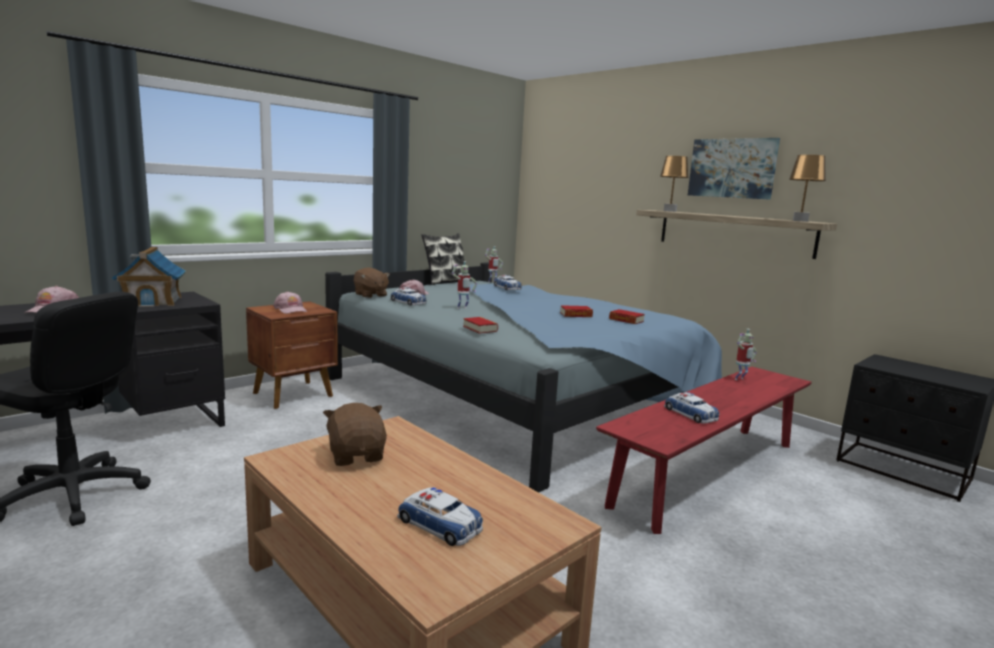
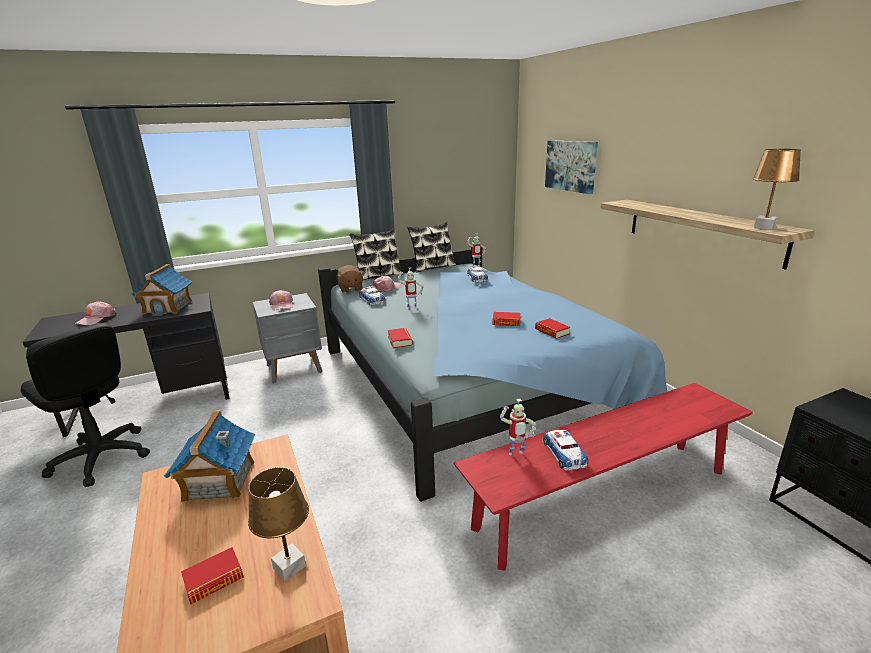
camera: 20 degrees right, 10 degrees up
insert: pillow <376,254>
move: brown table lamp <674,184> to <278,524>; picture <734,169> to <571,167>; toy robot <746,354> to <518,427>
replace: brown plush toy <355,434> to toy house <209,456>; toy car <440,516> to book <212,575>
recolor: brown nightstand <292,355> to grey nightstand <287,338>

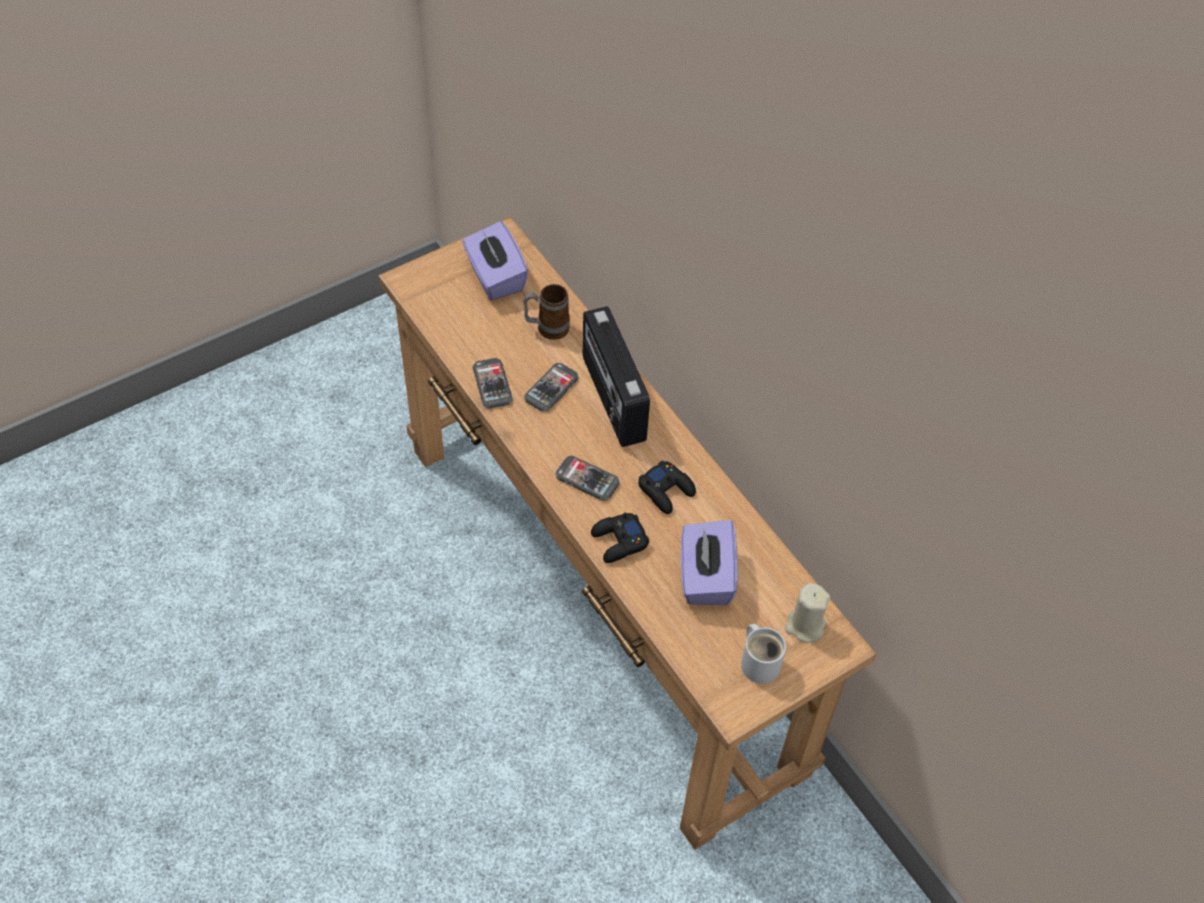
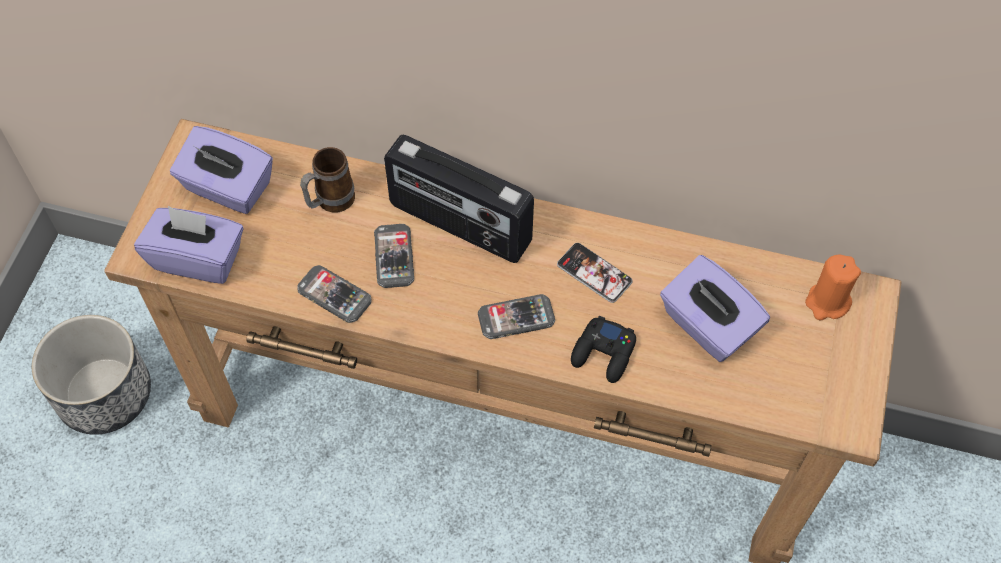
camera: 40 degrees left, 5 degrees up
delete: white mug <763,653>
insert: planter <91,375>; purple tissue box <188,245>
replace: black game controller <667,487> to phone <595,273>
recolor: beige candle <807,612> to orange candle <833,287>

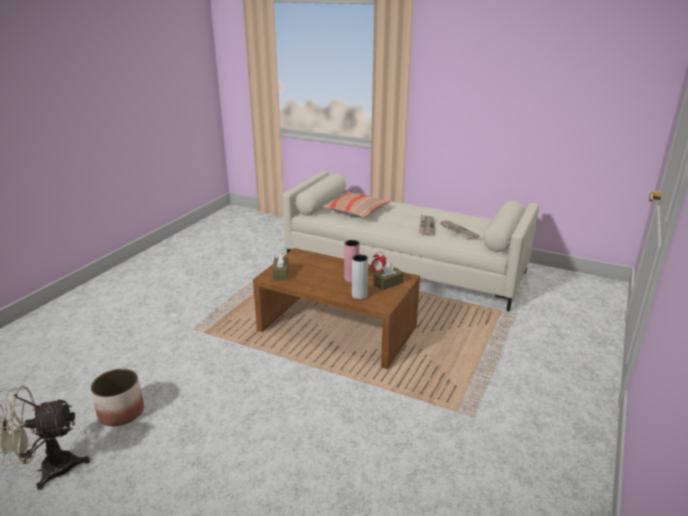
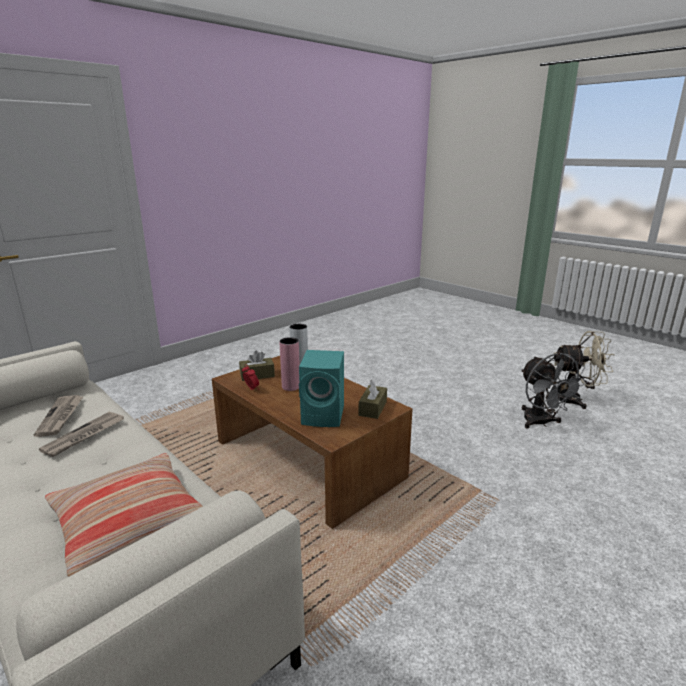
camera: 160 degrees left, 5 degrees down
insert: turquoise speaker <321,388>
replace: planter <117,397> to grey fan <554,390>

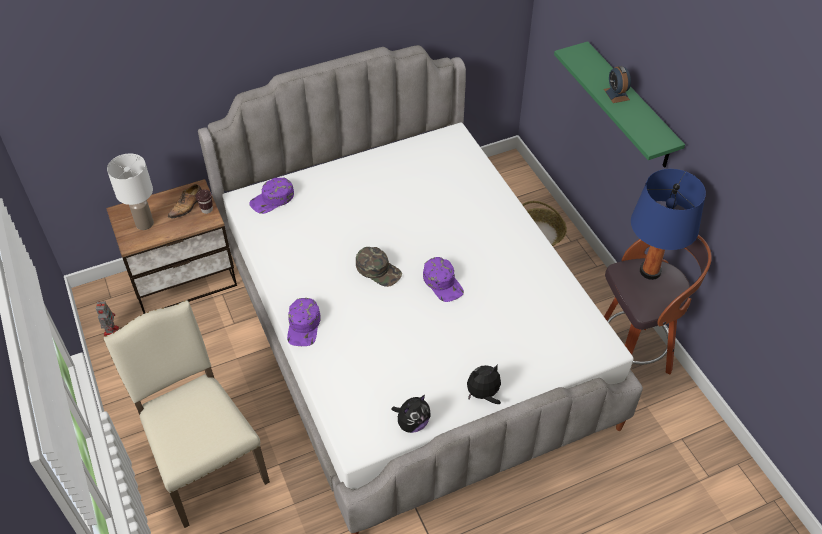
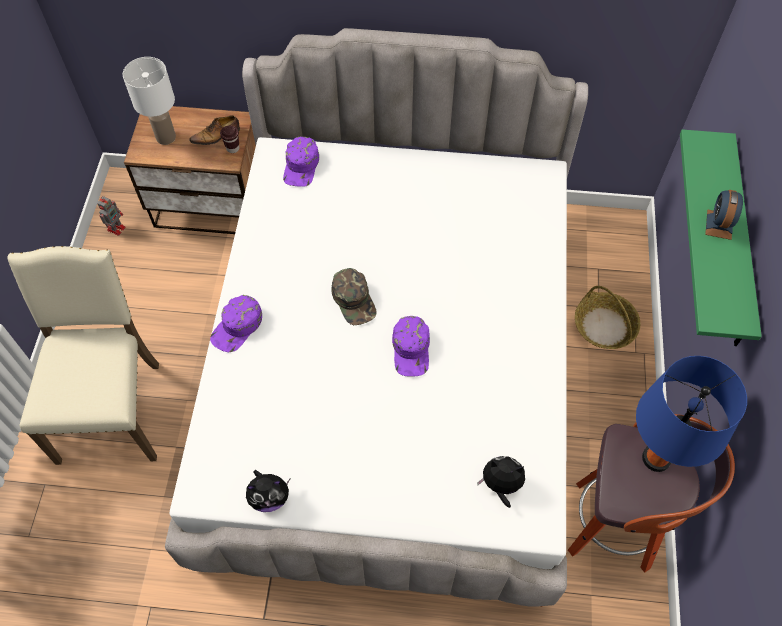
camera: 30 degrees right, 10 degrees up
move: plush toy <484,384> to <501,482>
rotate: purple cap <271,196> = <301,162> 75 degrees counterclockwise

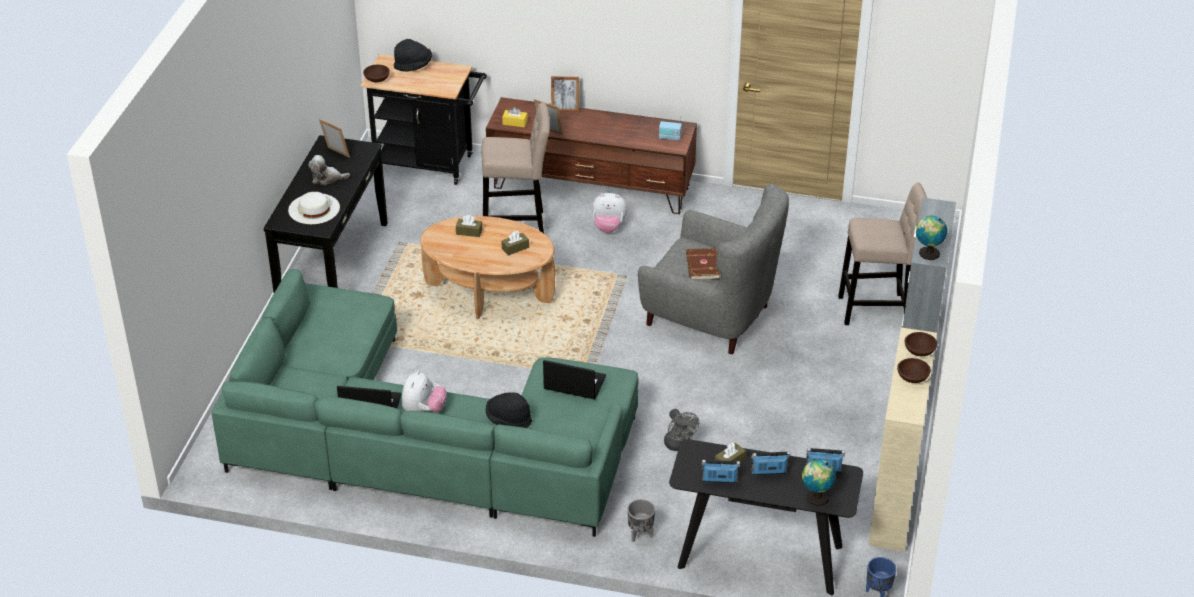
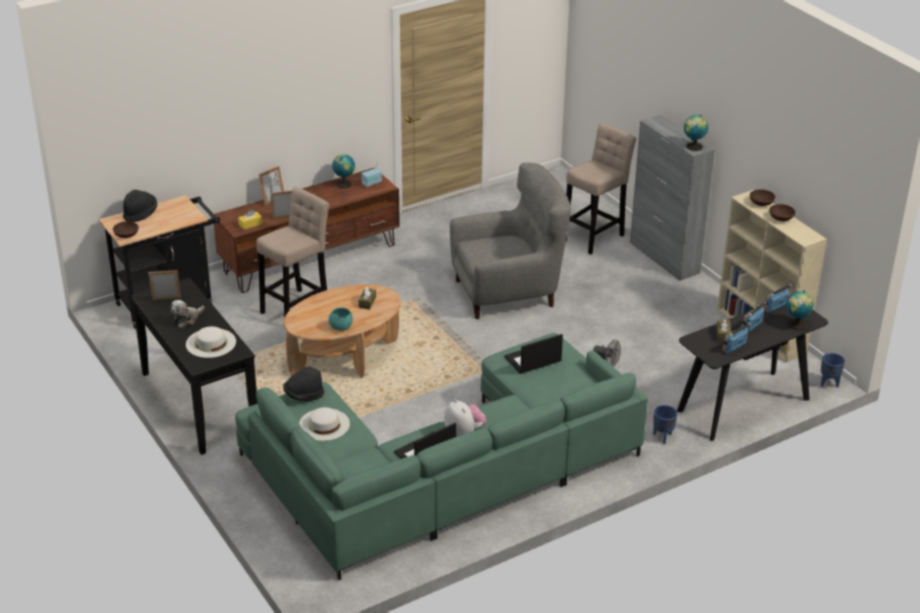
camera: 45 degrees left, 5 degrees down
delete: brown tissue box <469,226>; plush toy <609,213>; brown book <703,264>
insert: white hat <324,424>; turquoise bowl <341,319>; globe <343,171>
move: black hat <509,410> to <303,384>
recolor: grey planter <641,520> to blue planter <665,424>

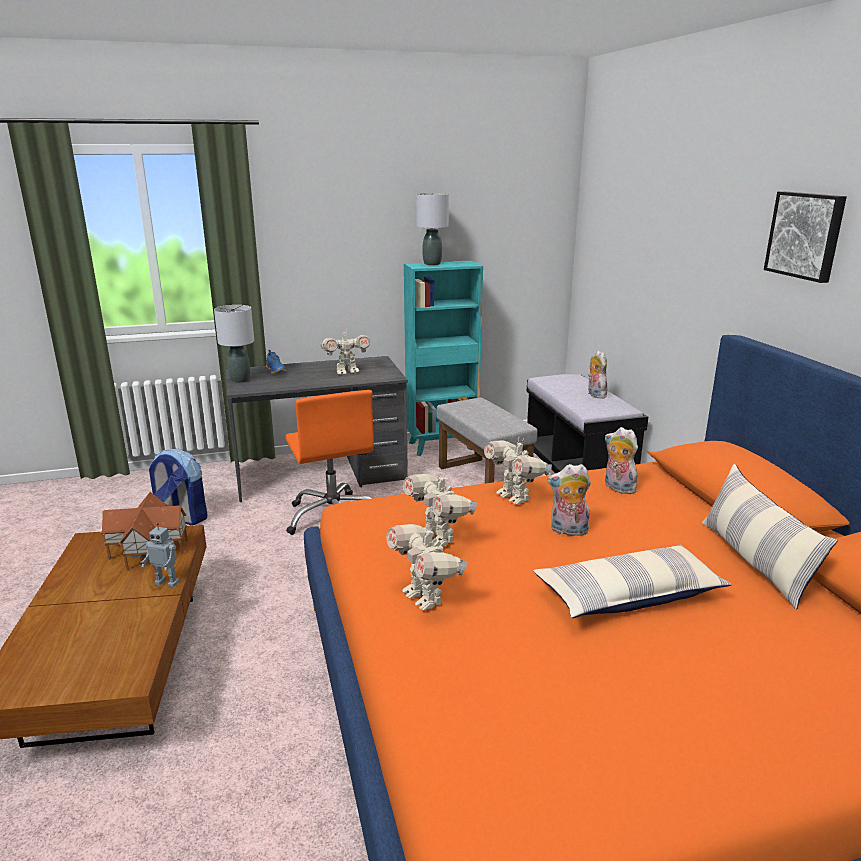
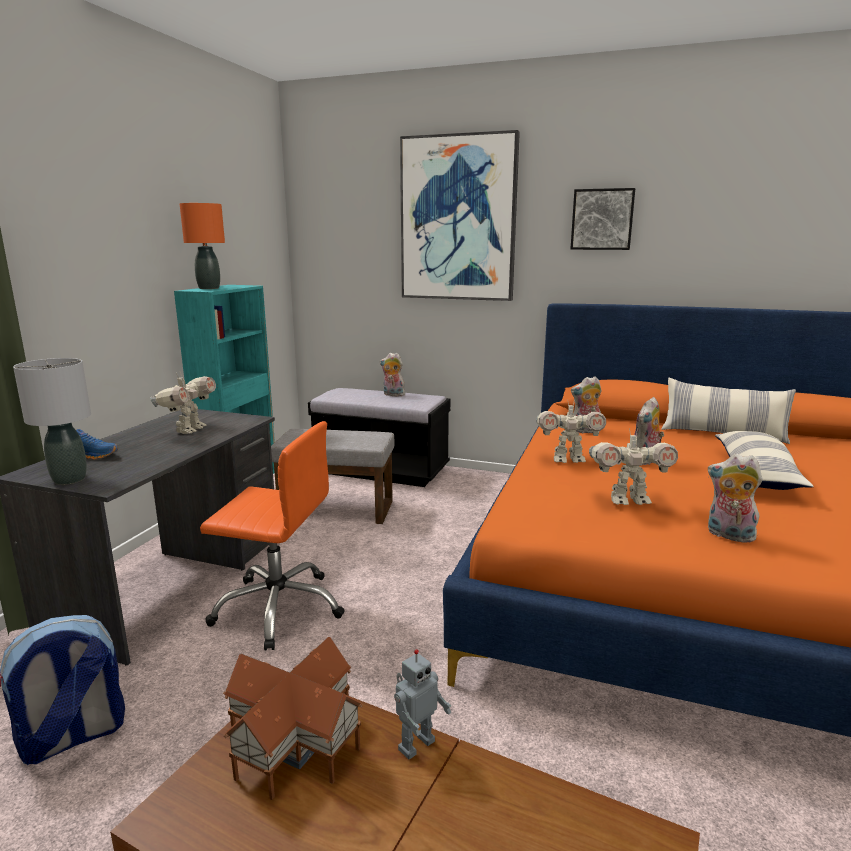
camera: 55 degrees left, 5 degrees down
insert: picture <460,215>
replace: toy robot <426,566> to plush toy <735,498>
recolor: grey table lamp <432,229> to orange table lamp <202,246>

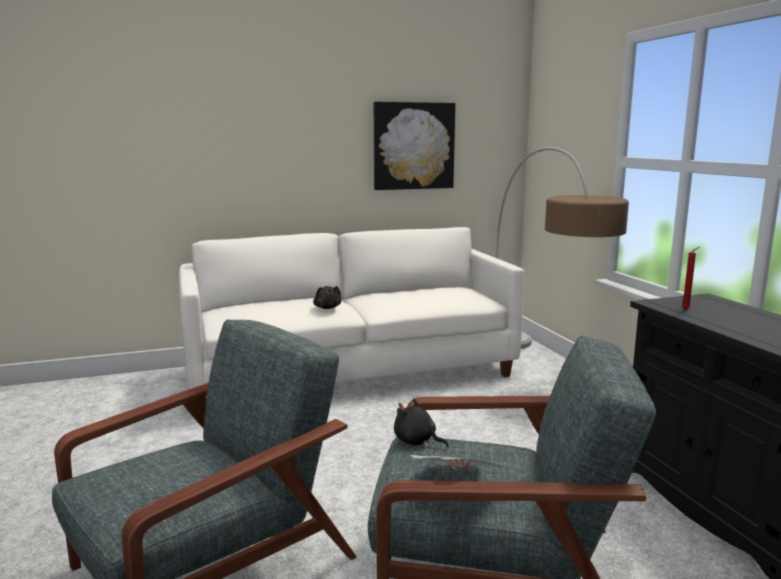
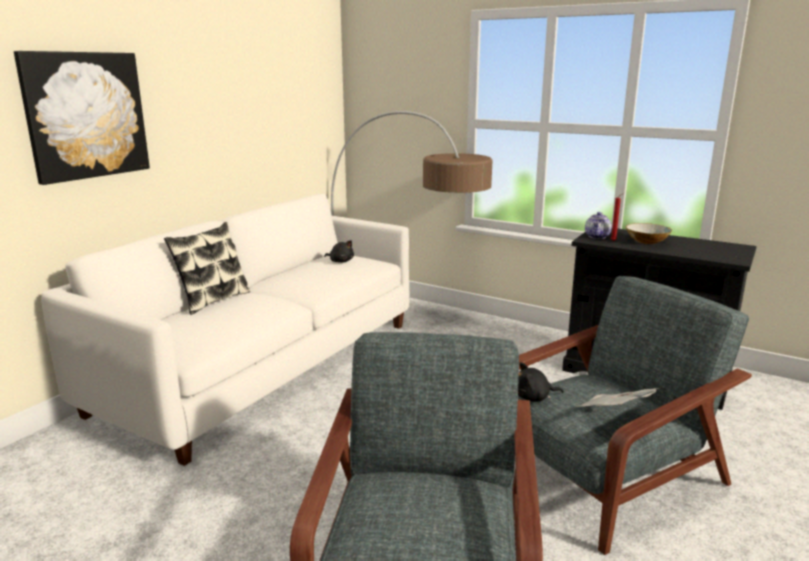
camera: 40 degrees left, 5 degrees up
insert: pillow <207,268>; teapot <598,225>; bowl <649,233>
move: black plush toy <327,297> to <339,251>; picture <414,146> to <82,118>

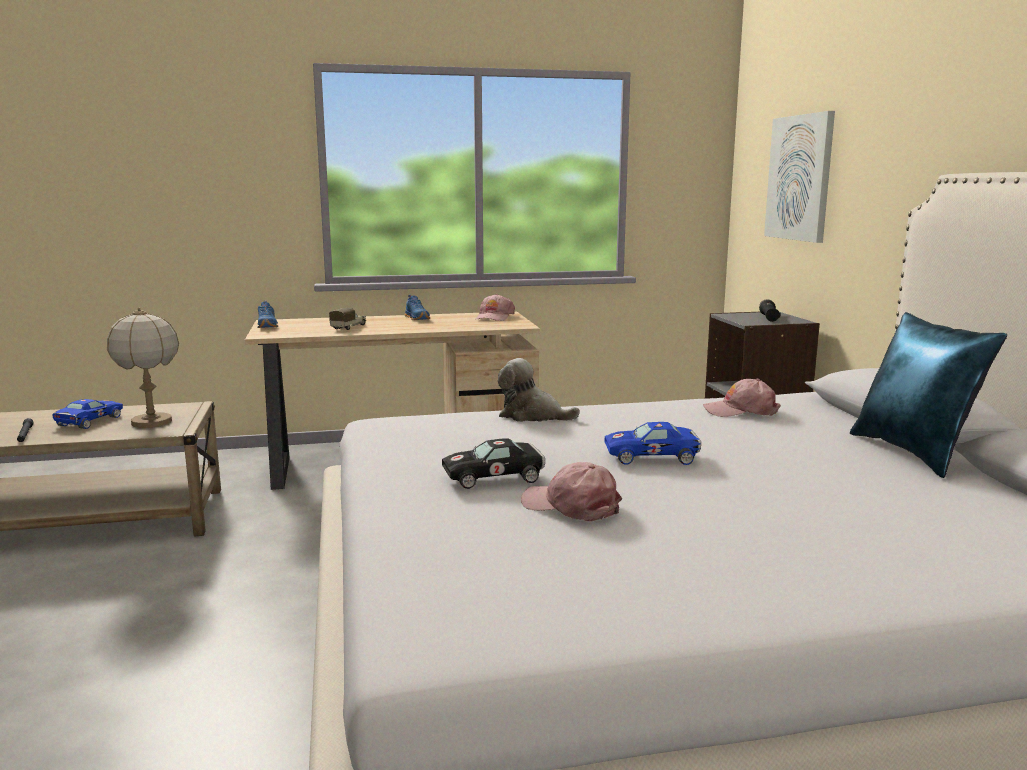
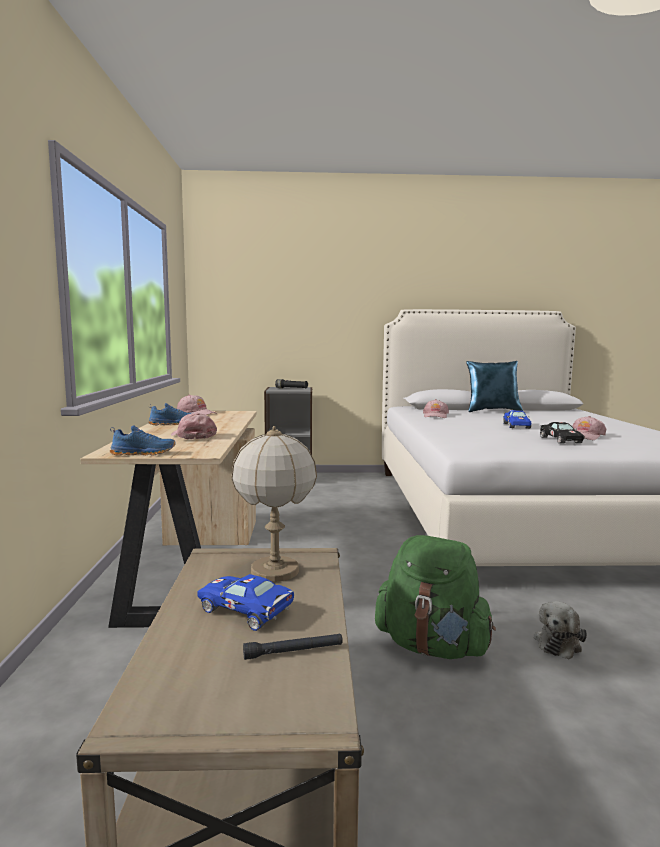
camera: 80 degrees left, 5 degrees down
delete: picture <799,177>
insert: green backpack <435,597>
move: plush toy <539,390> to <560,630>
replace: toy truck <347,319> to pink cap <194,426>

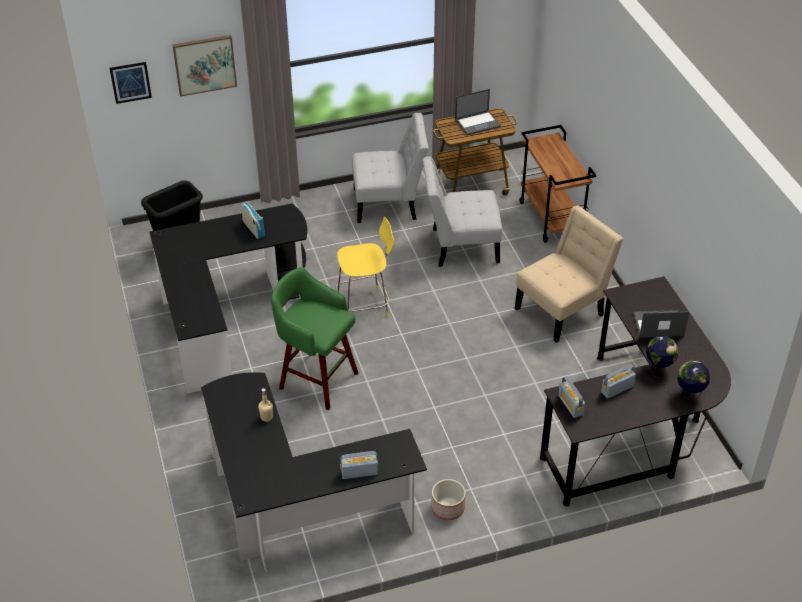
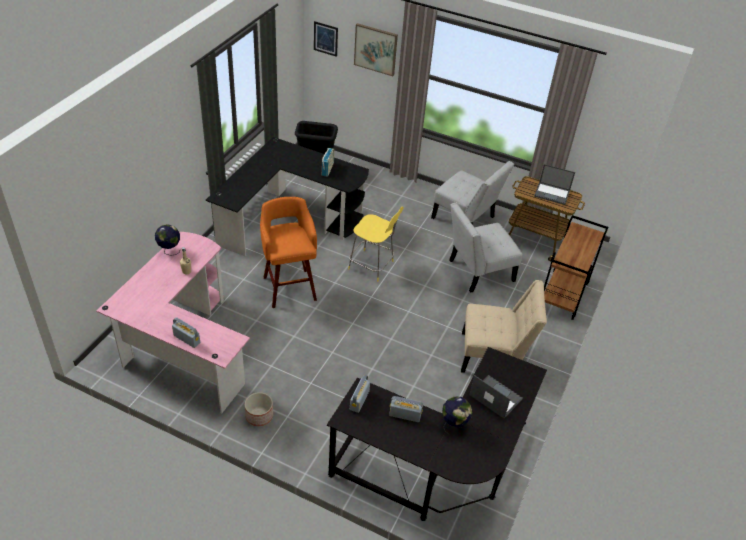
camera: 40 degrees right, 0 degrees up
move: globe <693,380> to <167,239>
recolor: black desk <314,472> to pink desk <173,323>; green stool <314,338> to orange stool <288,252>
rotate: white chair <462,212> = <485,248> 60 degrees counterclockwise

